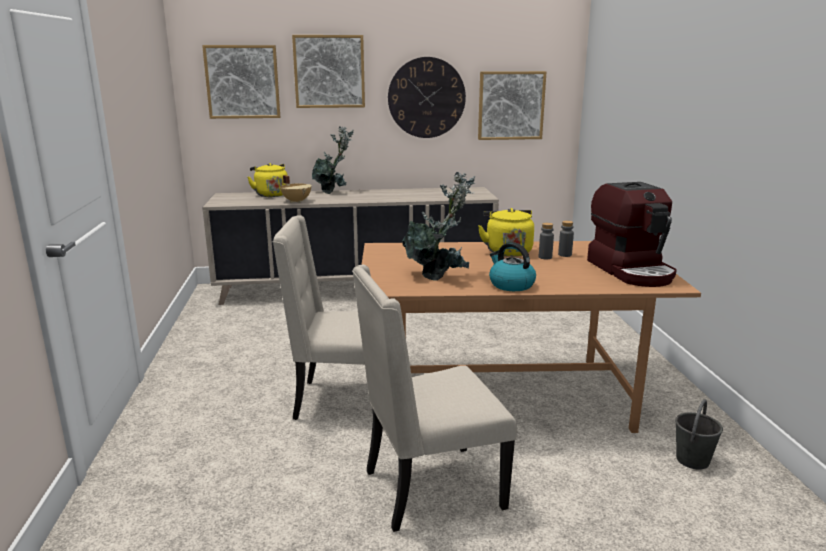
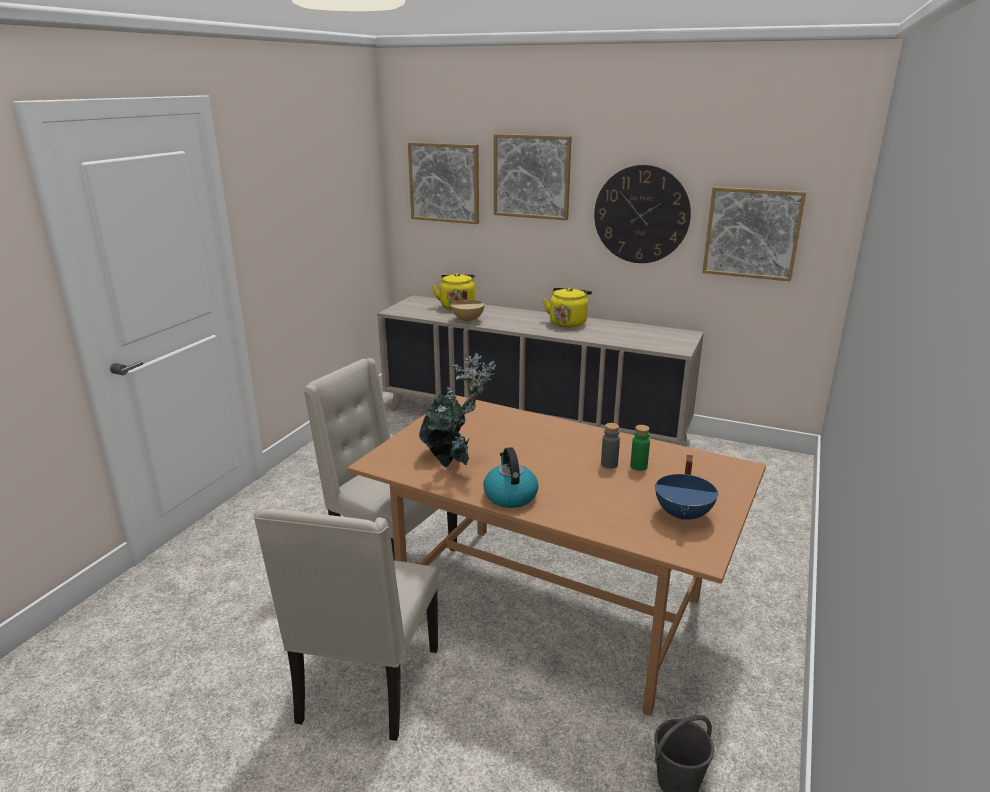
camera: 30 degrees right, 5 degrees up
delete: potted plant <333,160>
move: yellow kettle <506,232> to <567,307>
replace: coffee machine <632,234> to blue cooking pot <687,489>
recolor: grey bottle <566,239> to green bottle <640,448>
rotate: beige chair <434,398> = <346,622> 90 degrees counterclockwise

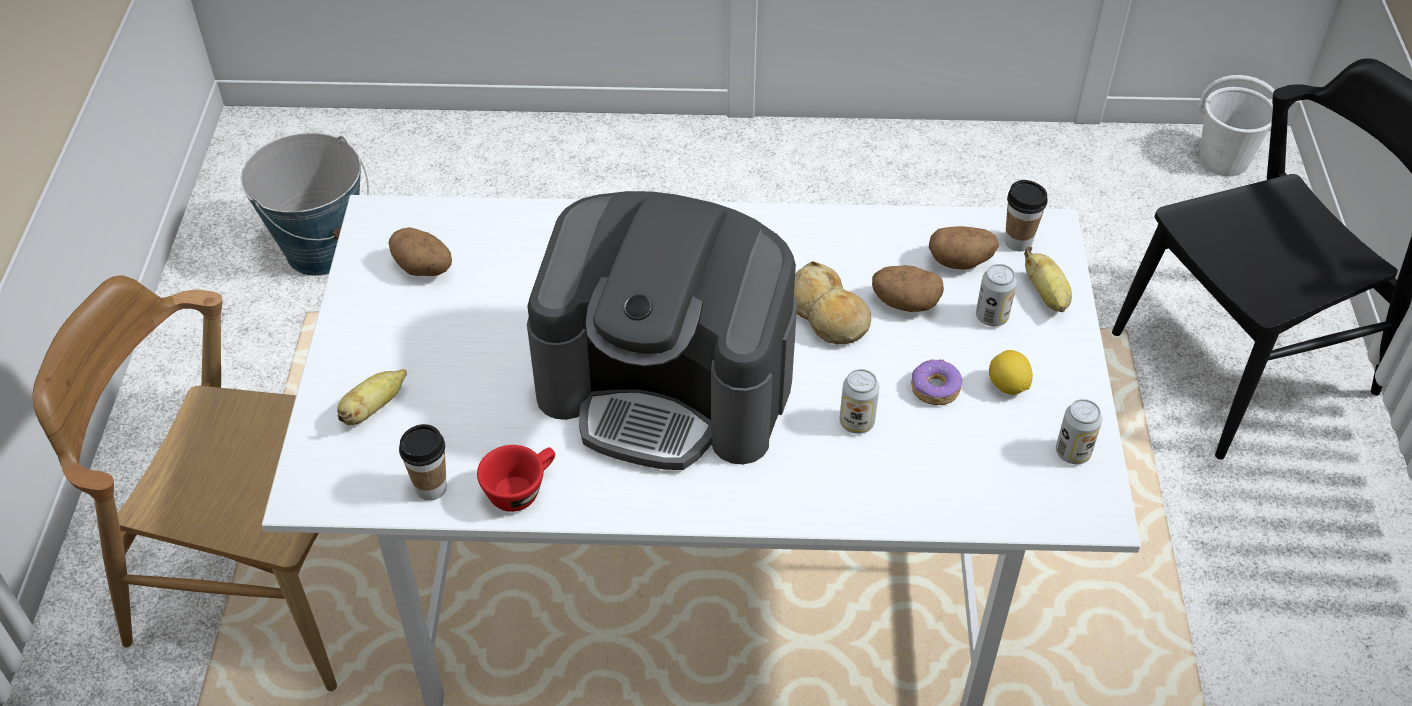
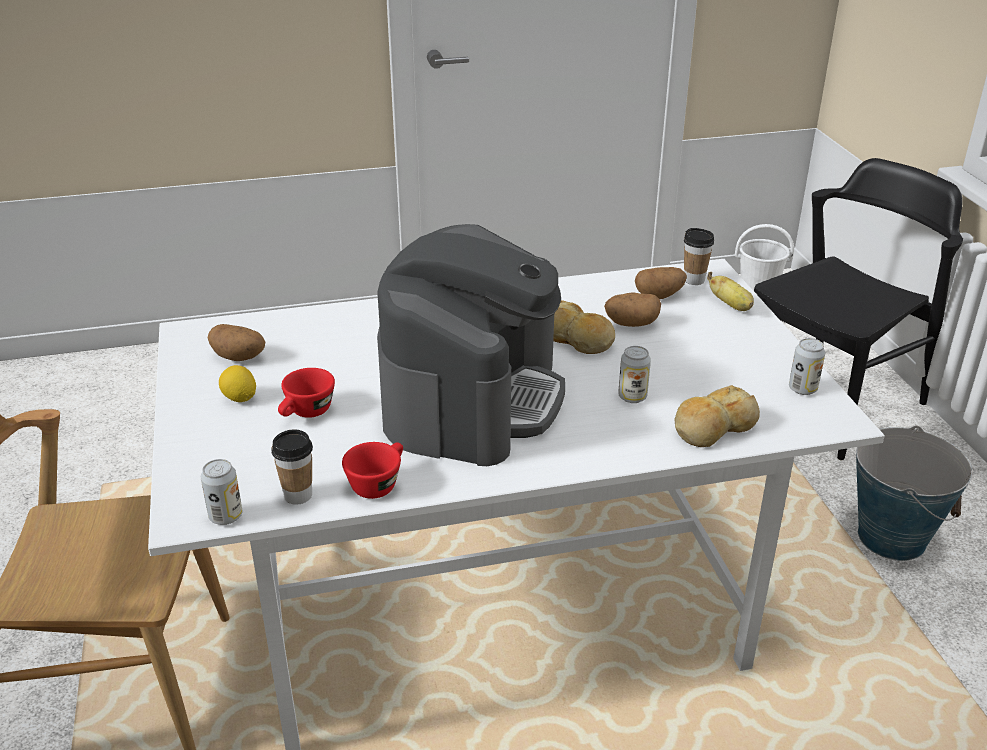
camera: 15 degrees left, 15 degrees down
delete: banana <372,397>; donut <936,382>
insert: red cup <306,393>; bread <717,416>
move: bucket <305,204> to <914,493>; can <996,295> to <221,492>; lemon <1011,372> to <237,383>
rotate: coffee machine <662,330> = <471,345> 75 degrees counterclockwise

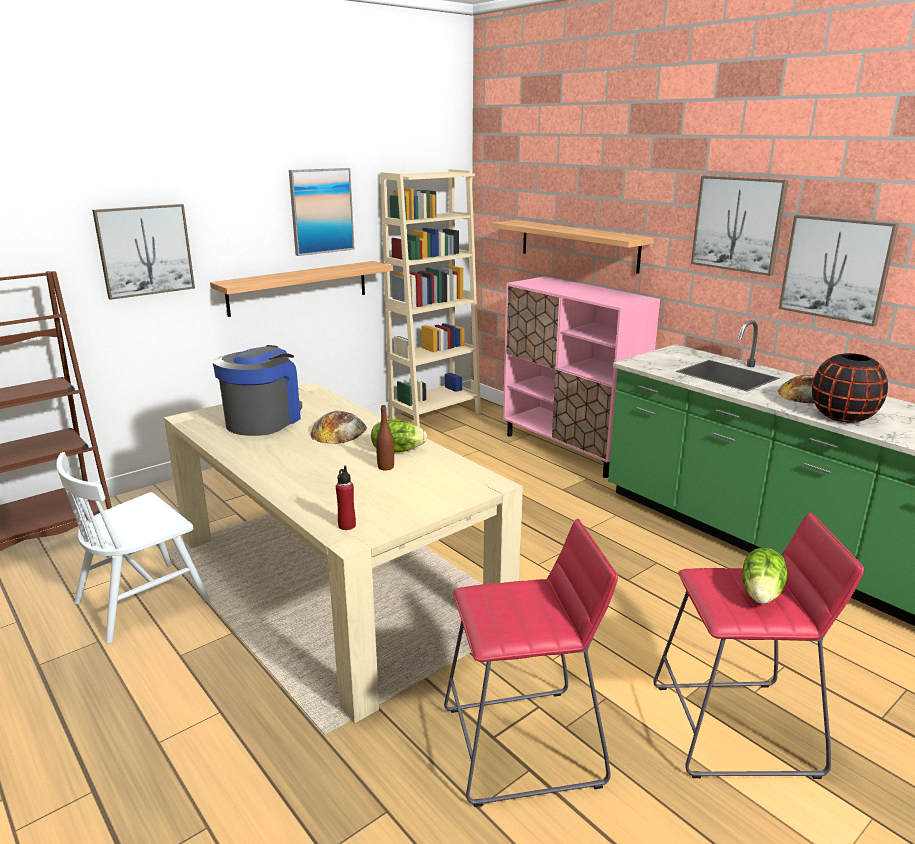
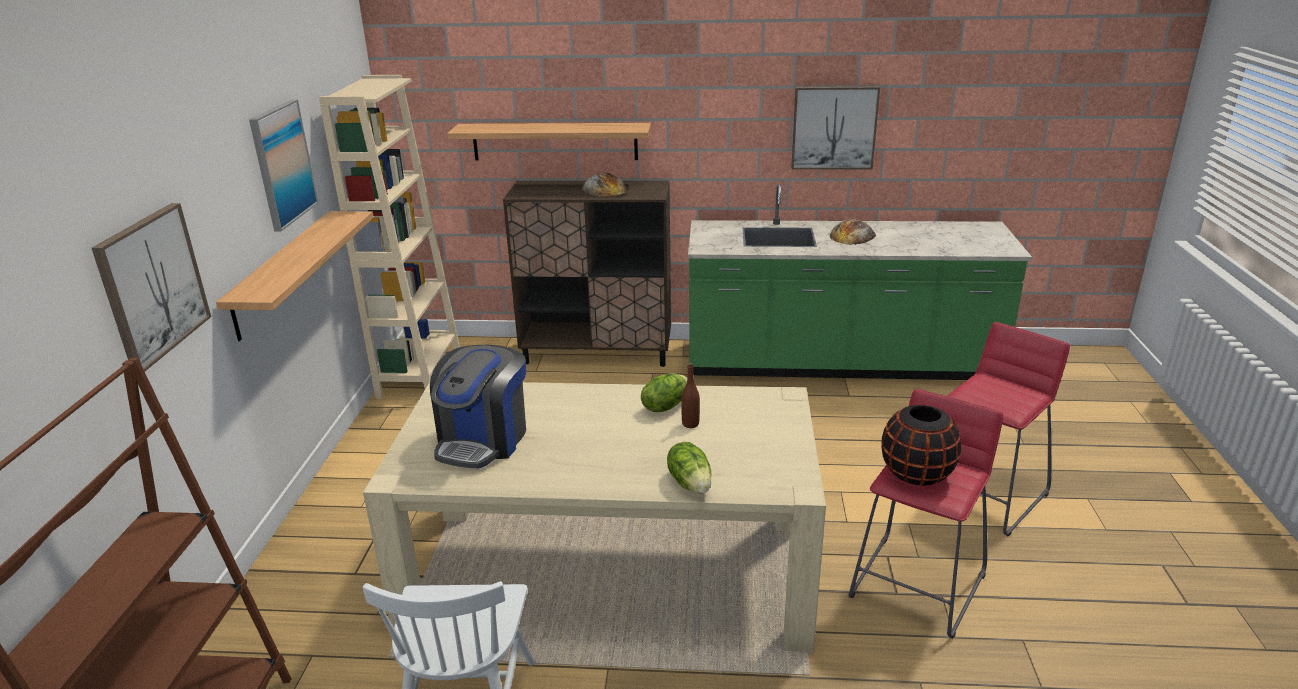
camera: 45 degrees left, 5 degrees up
delete: red bottle <346,498>; picture <739,226>
move: bread <338,427> to <604,185>; lettuce <764,576> to <689,467>; black vase <850,387> to <921,445>
recolor: pink cabinet <581,377> to brown cabinet <587,274>
rotate: coffee machine <257,390> = <478,407> 135 degrees counterclockwise

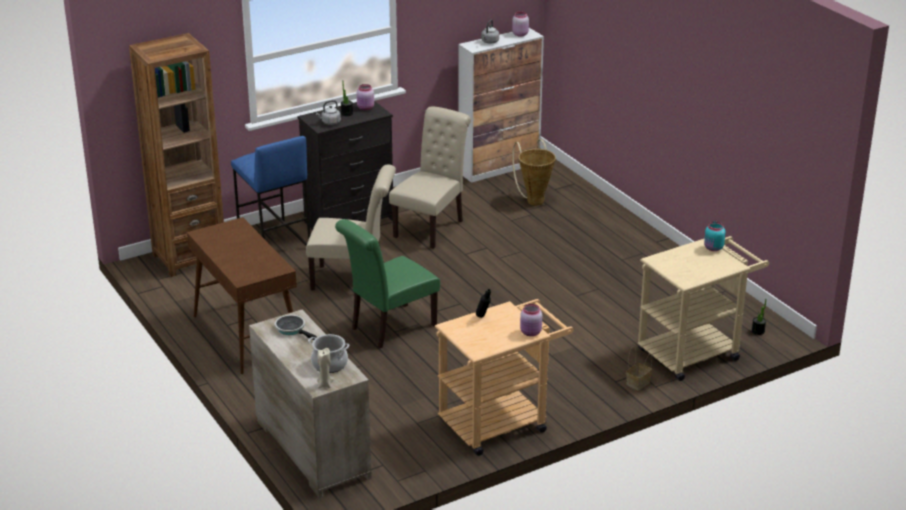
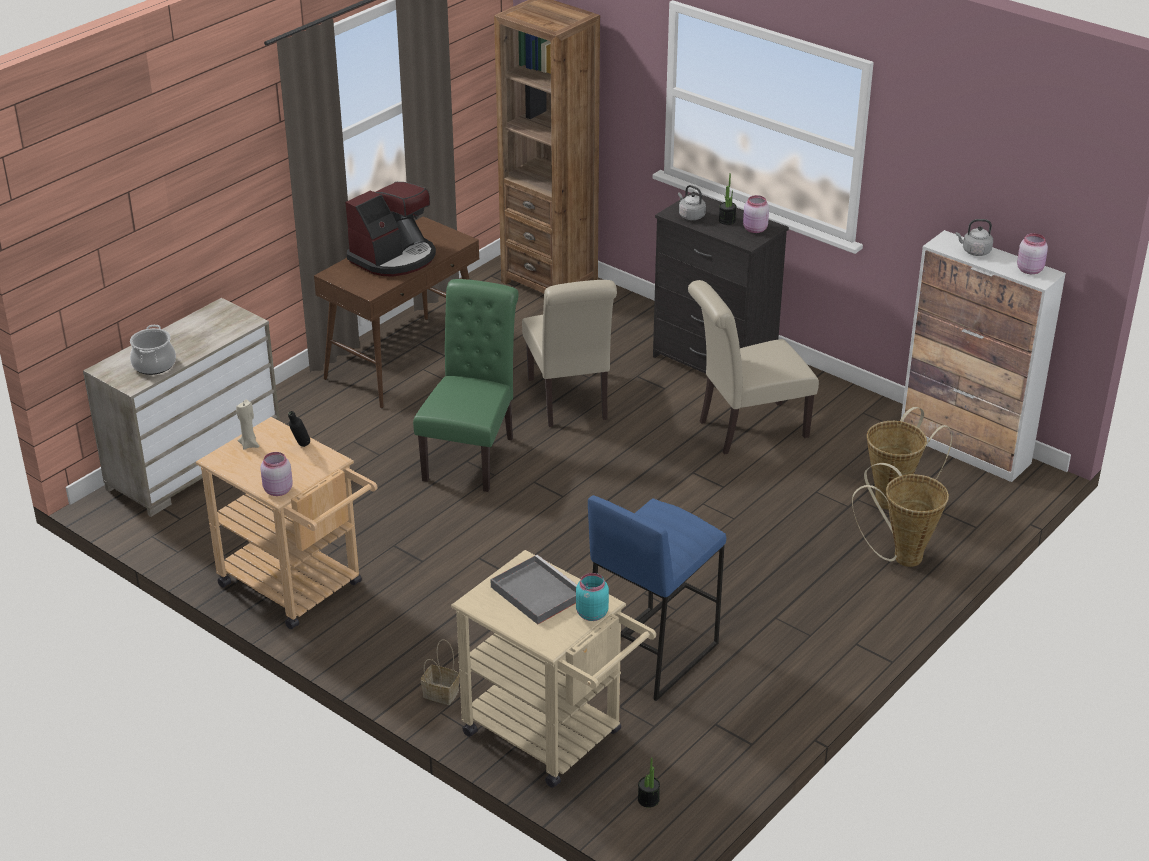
camera: 70 degrees right, 5 degrees up
delete: frying pan <296,327>
insert: coffee machine <390,229>; grey tray <533,589>; basket <900,515>
move: blue stool <271,191> to <657,598>; beige candle <325,368> to <248,424>
rotate: green chair <387,283> = <466,385> 75 degrees clockwise; beige chair <430,177> = <753,367> 150 degrees clockwise

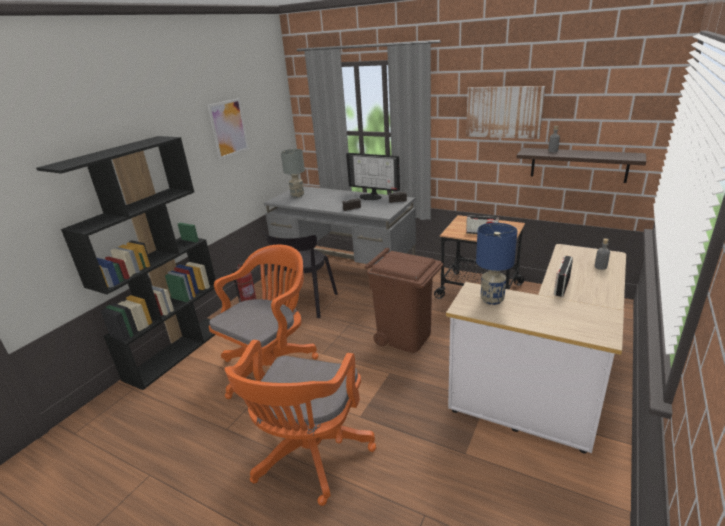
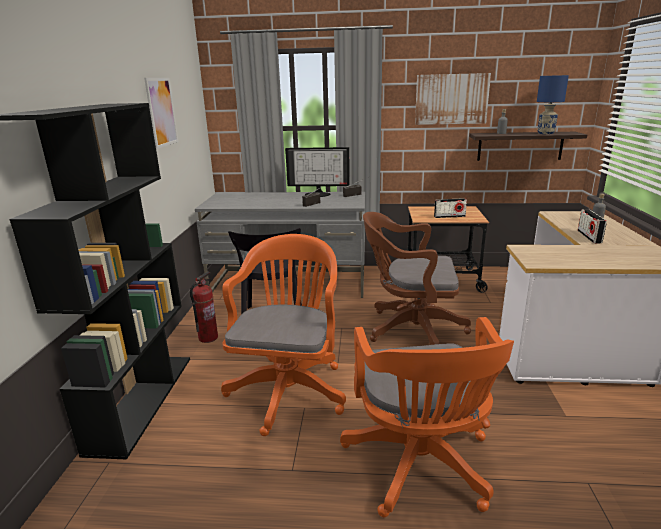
camera: 25 degrees left, 5 degrees down
delete: grey table lamp <293,173>
move: blue table lamp <496,264> to <553,104>
replace: brown trash can <404,300> to brown office chair <417,278>

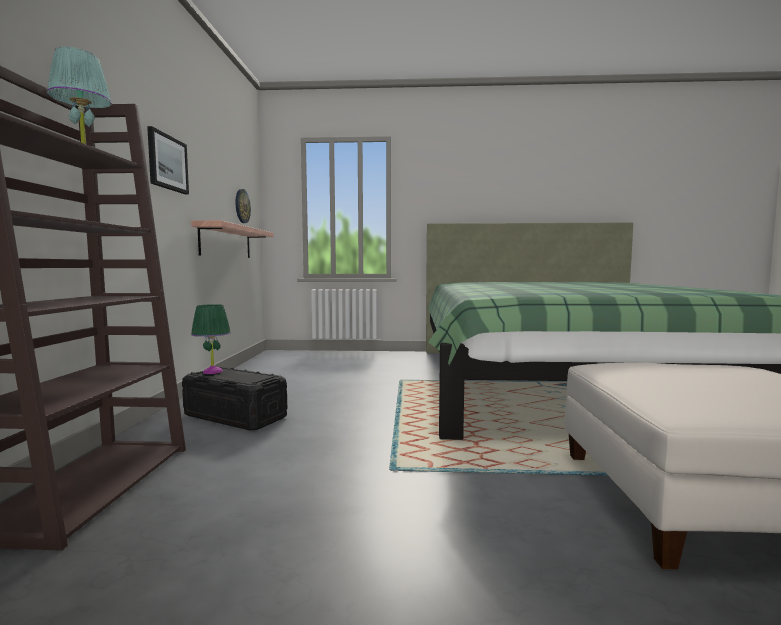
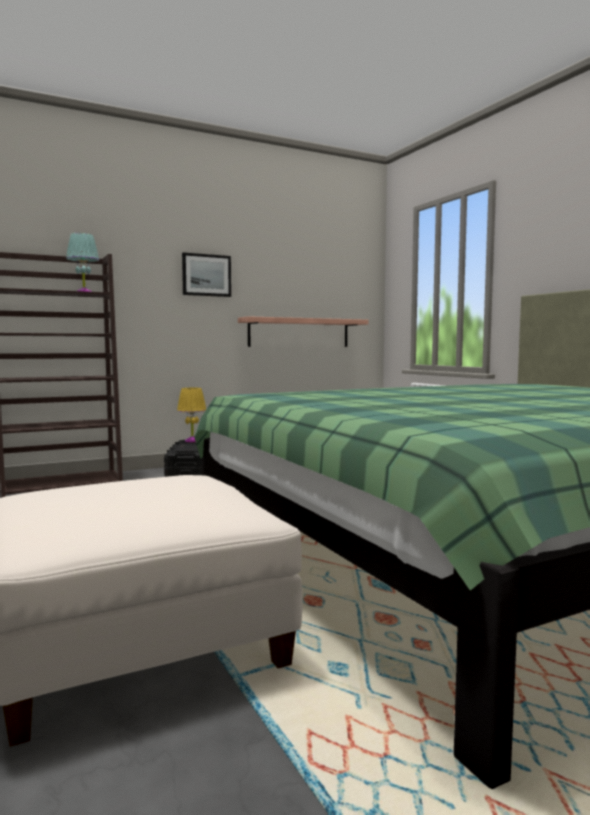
camera: 60 degrees right, 0 degrees up
delete: wall clock <243,206>
recolor: green table lamp <211,339> to yellow table lamp <191,415>

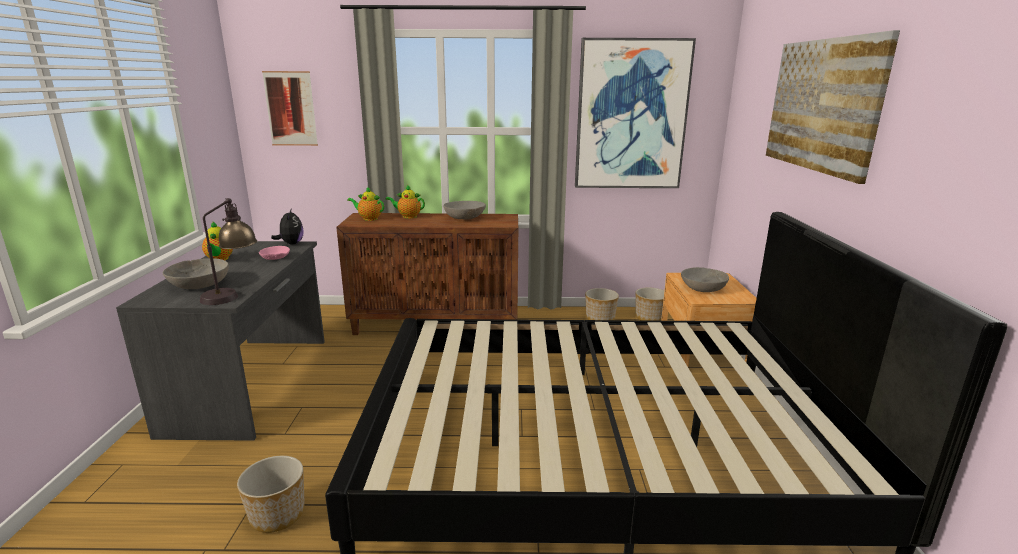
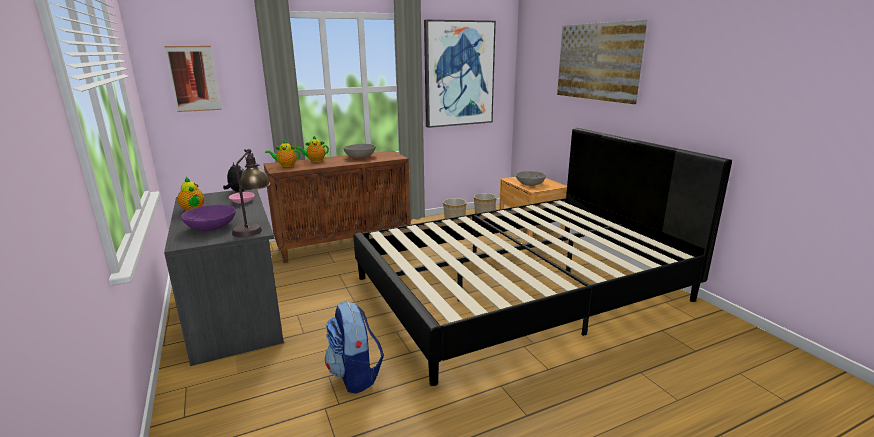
camera: 25 degrees left, 0 degrees up
replace: planter <271,494> to backpack <354,347>
recolor: grey bowl <195,273> to purple bowl <208,218>

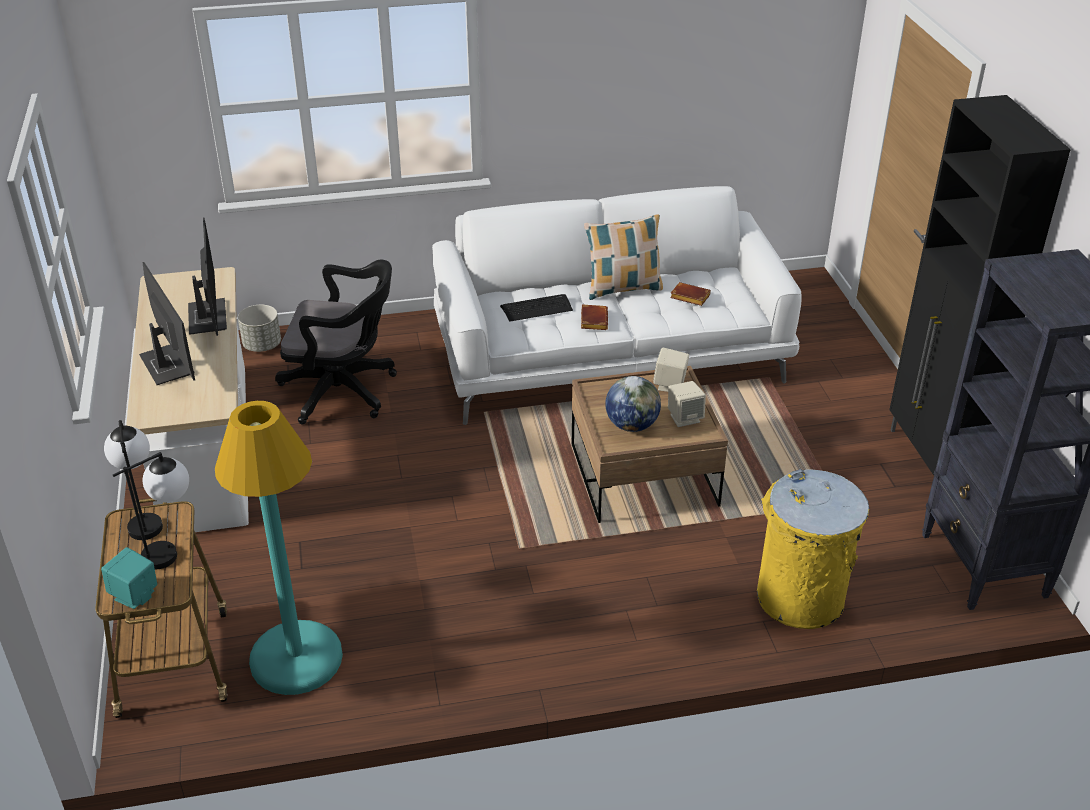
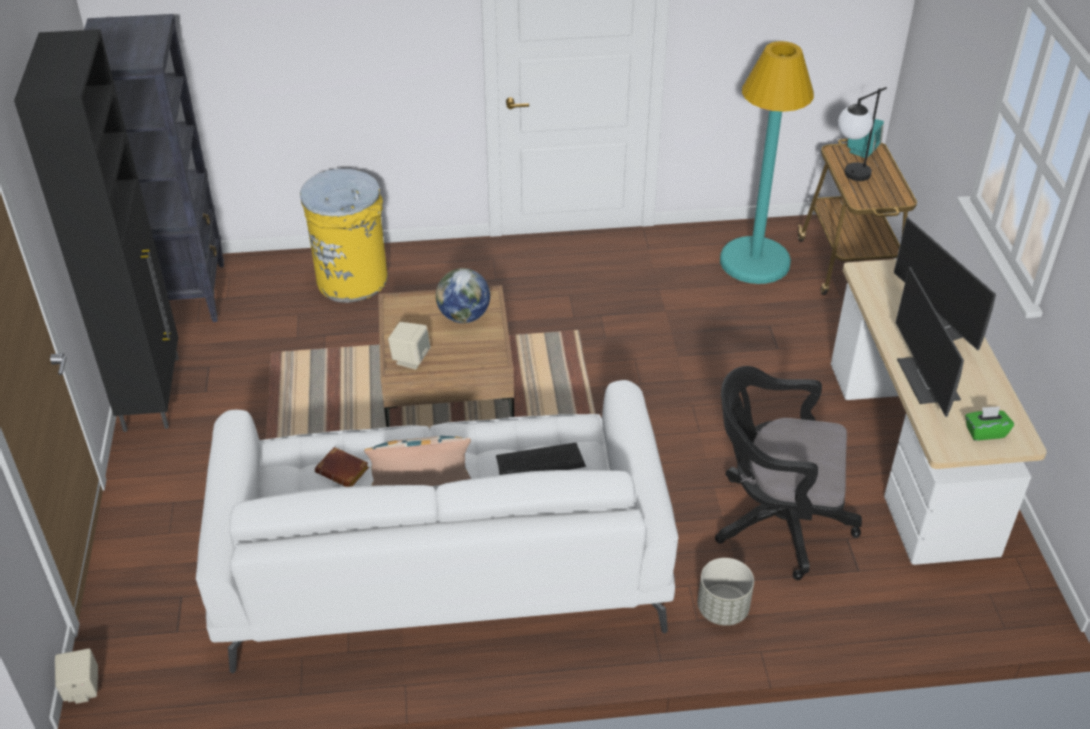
camera: 175 degrees left, 5 degrees up
delete: table lamp <133,480>; brown book <594,317>
insert: green tissue box <989,423>
move: grey planter <259,328> to <726,592>; beige speaker <687,404> to <76,676>

